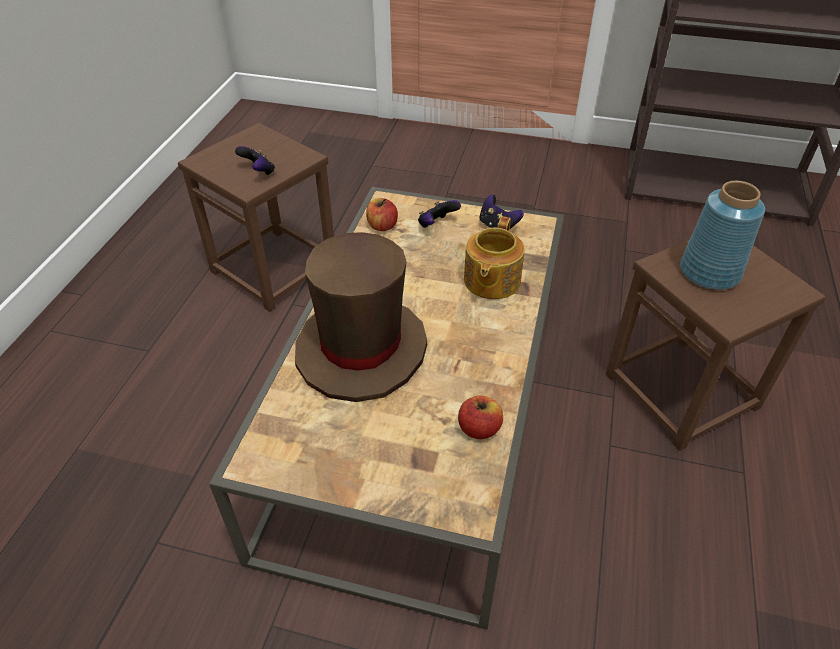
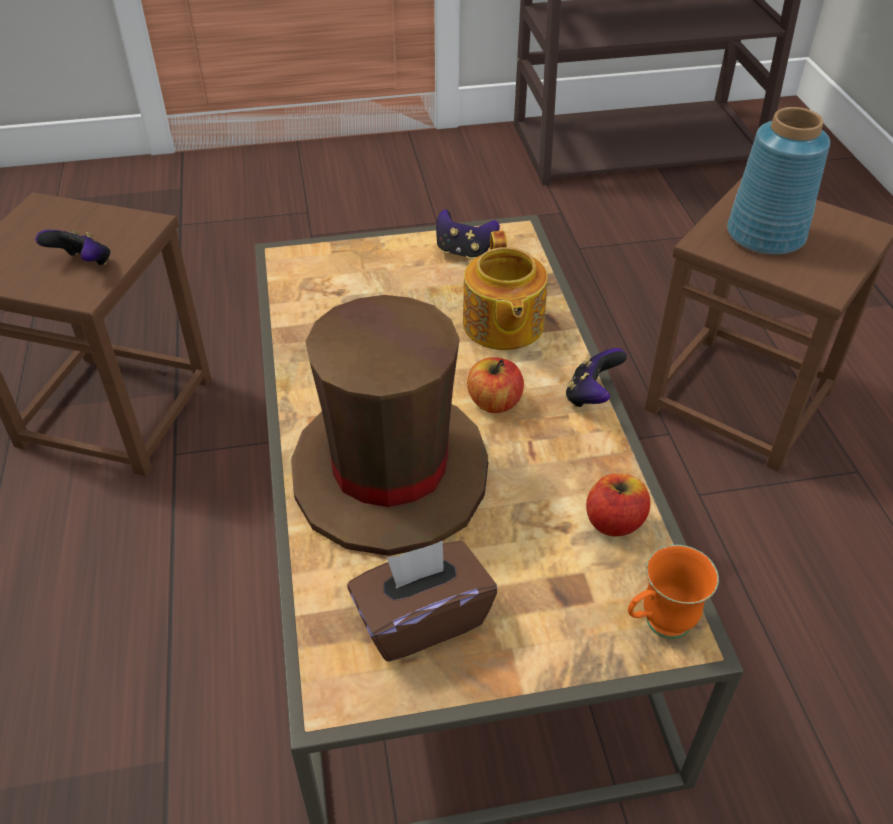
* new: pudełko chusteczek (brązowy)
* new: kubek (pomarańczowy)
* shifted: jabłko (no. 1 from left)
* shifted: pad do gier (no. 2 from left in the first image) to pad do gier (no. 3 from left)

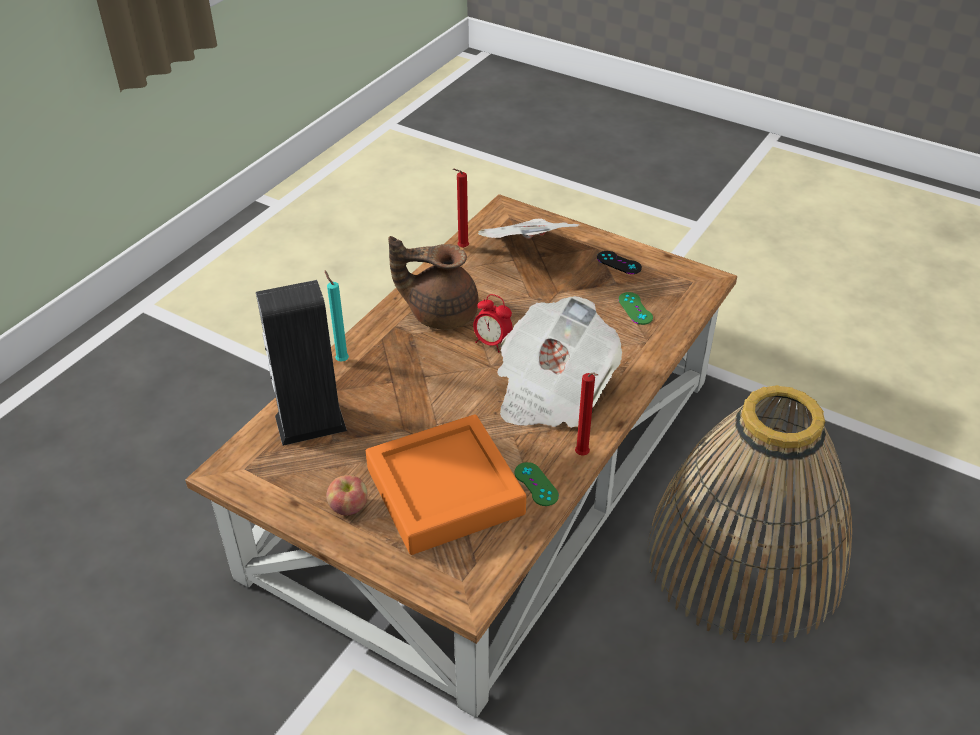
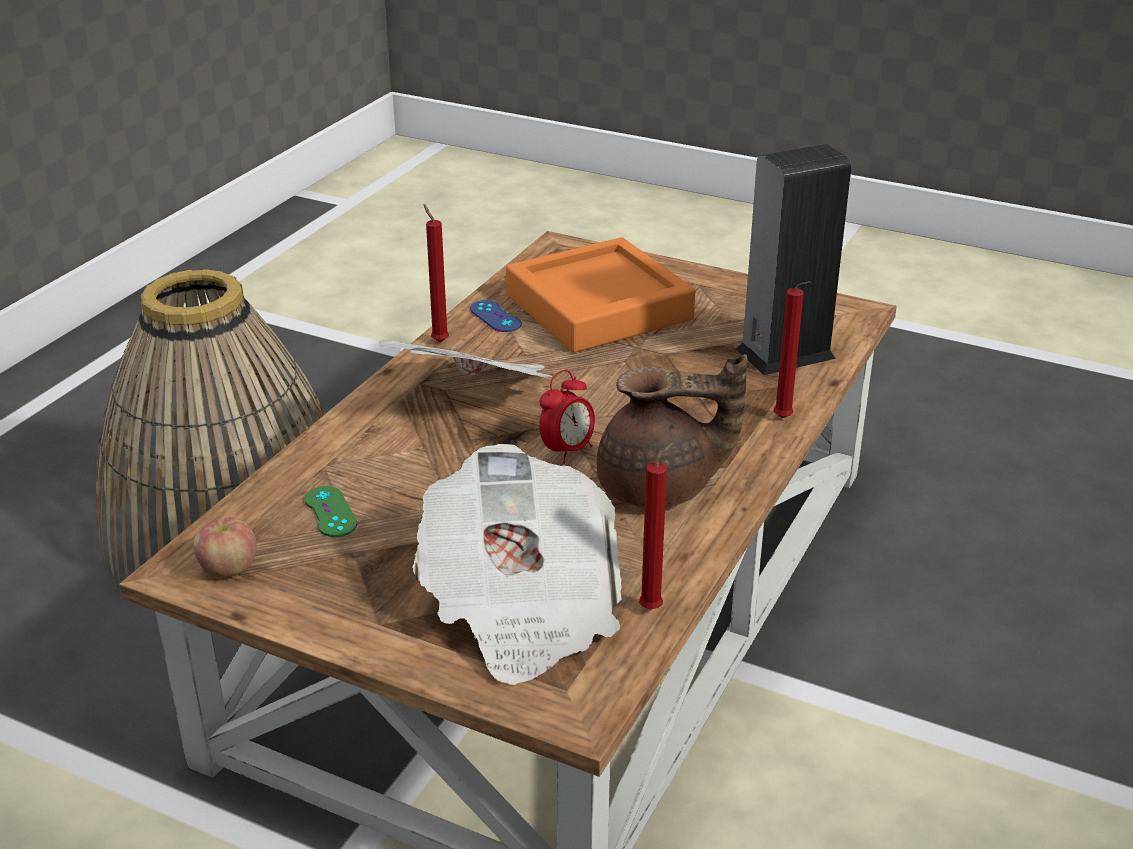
* gone: pad do gier (czarny)
* shifted: jabłko
* repainted: świeca (turkusowy) to świeca (czerwony) (no. 3 from left)
* repainted: pad do gier (zielony) (no. 1 from left) to pad do gier (niebieski)
* rotated: budzik 105 degrees clockwise

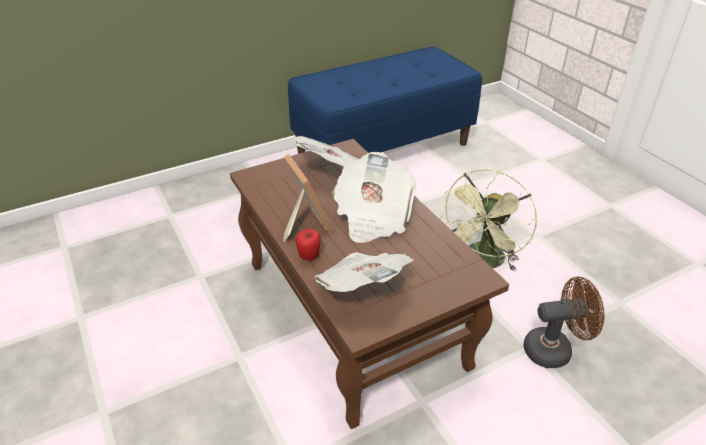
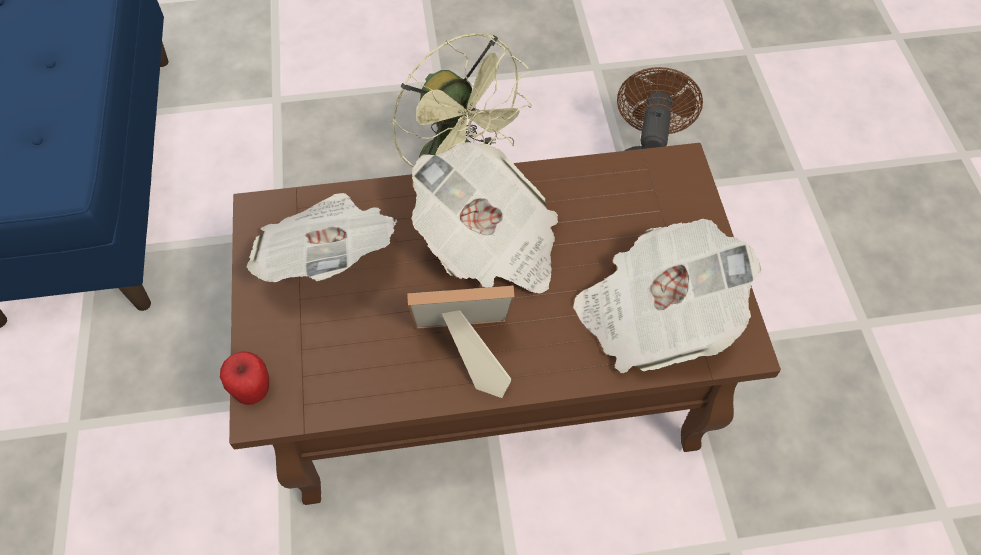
* shifted: jabłko

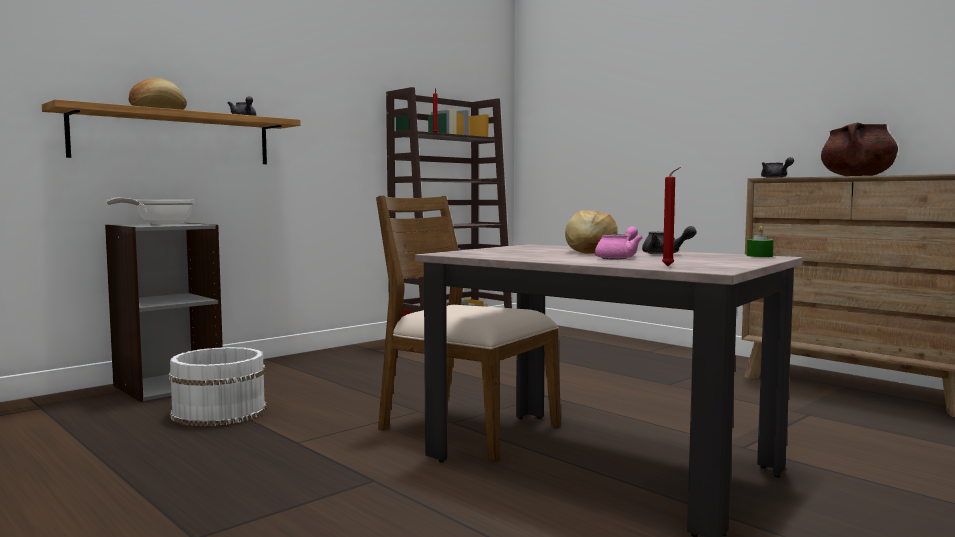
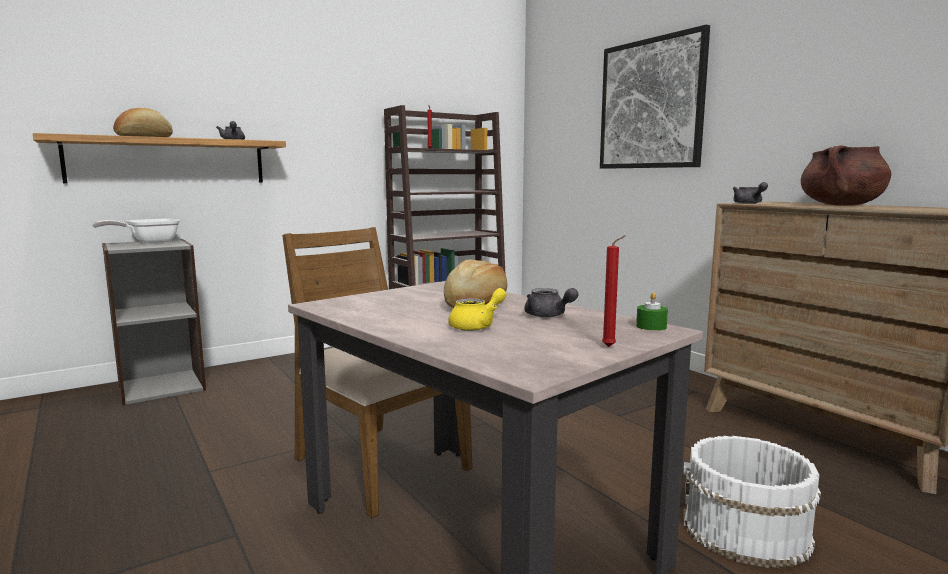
* new: obraz
* shifted: wiadro (biały)
* shifted: świeca (czerwony) (no. 2 from left)
* repainted: imbryk (różowy) to imbryk (żółty)

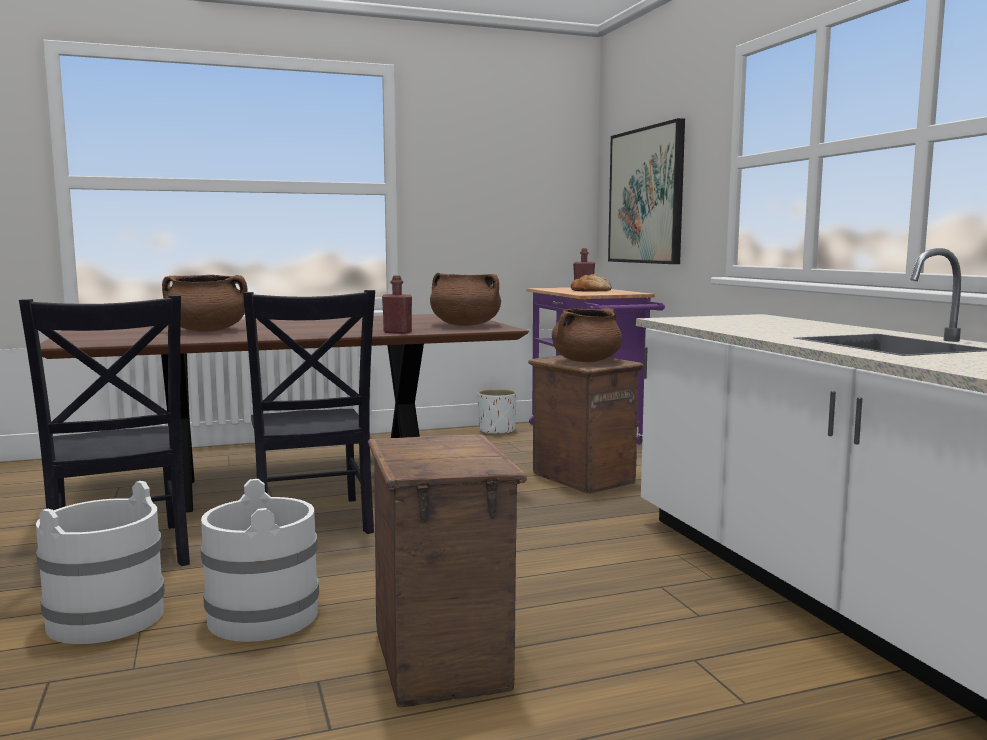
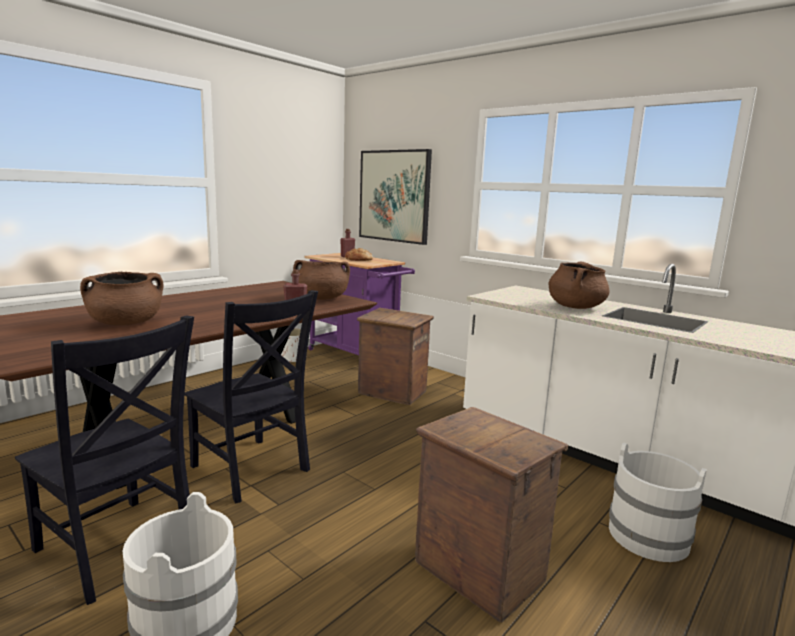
* shifted: wiadro (biały) (no. 2 from left)
* shifted: garnek (brązowy) (no. 3 from left)

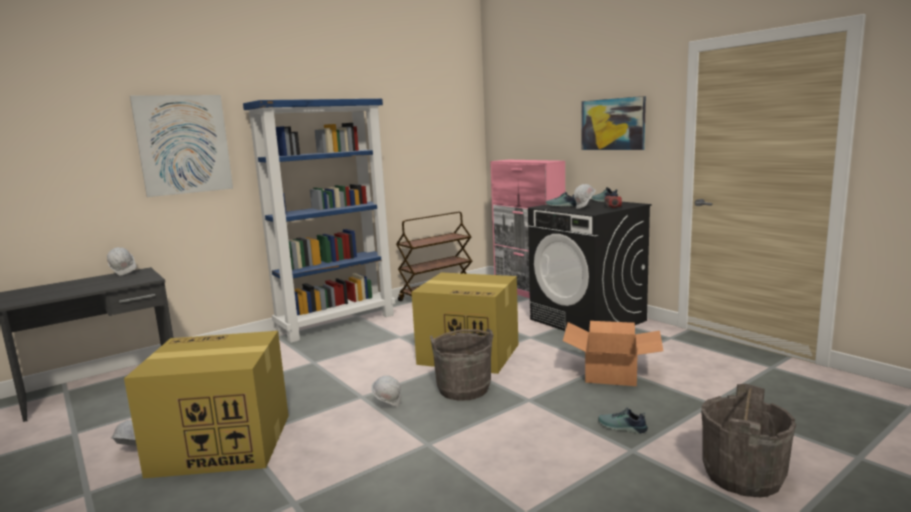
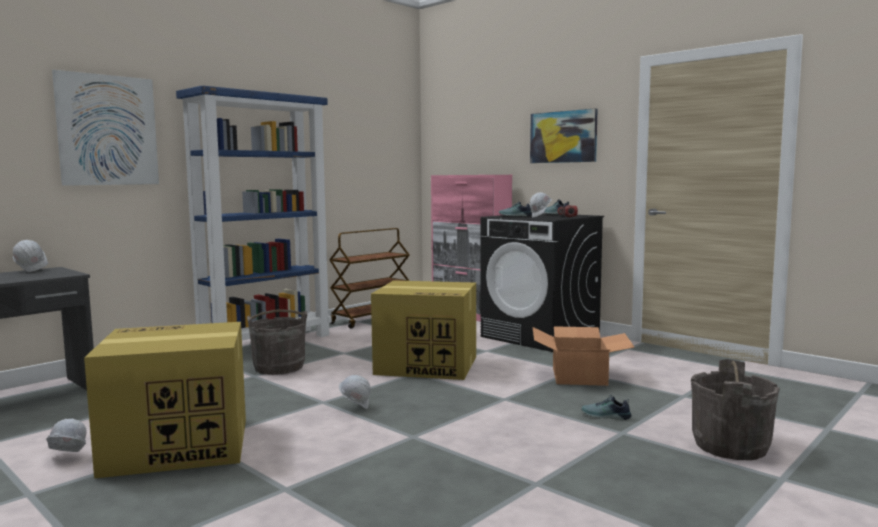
* shifted: wiadro (szary) (no. 1 from left)

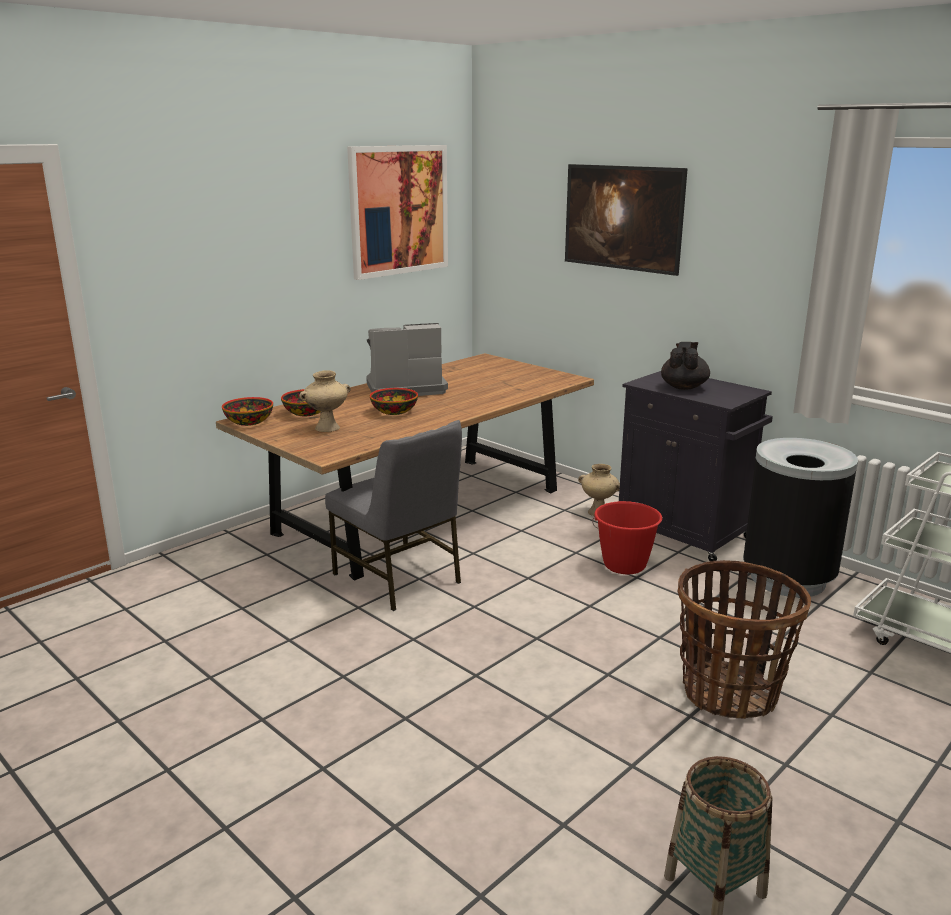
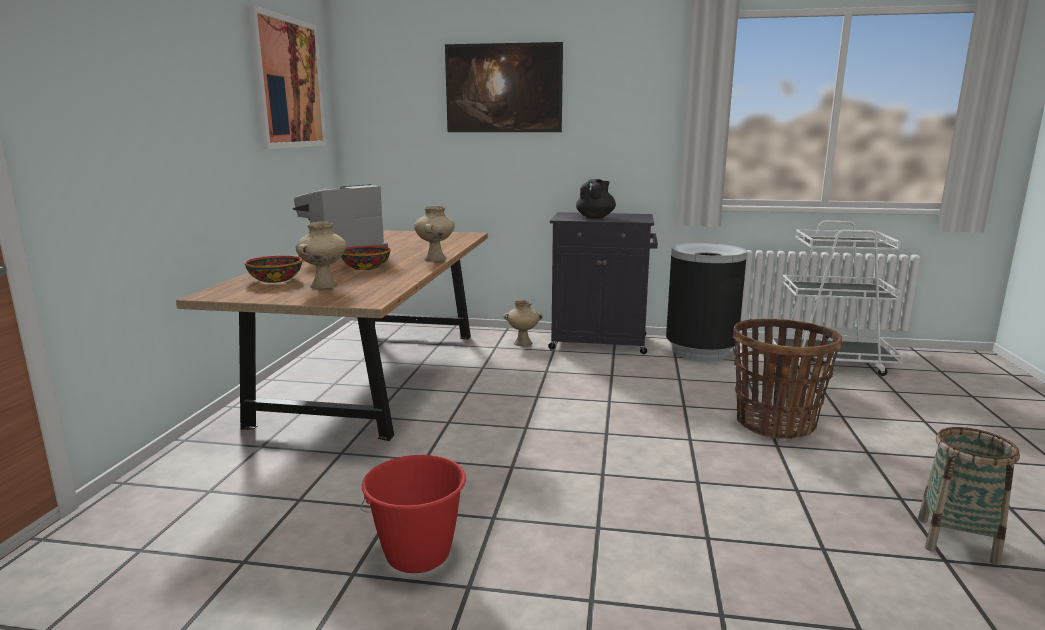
* gone: miska (no. 1 from left)
* gone: krzesło (szary)
* new: wazon (beżowy) (no. 2 from left)
* shifted: wiadro (czerwony)
* rotated: imbryk (czarny) 45 degrees clockwise

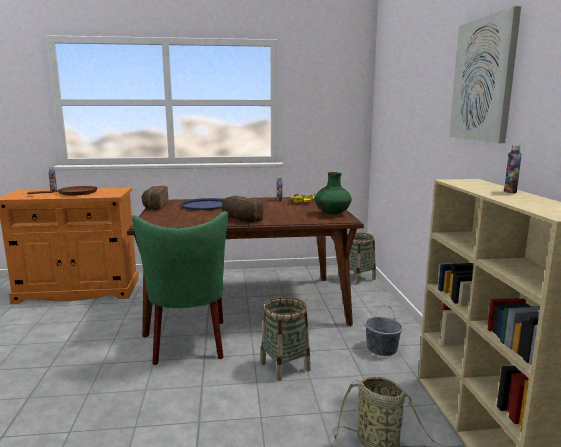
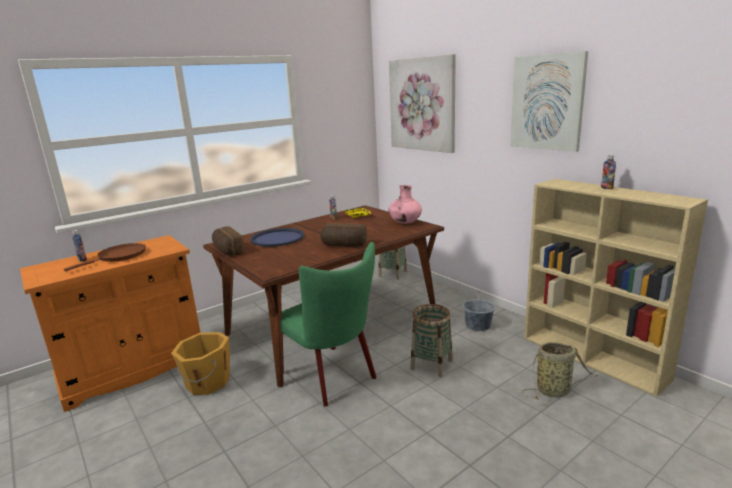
* new: wiadro (pomarańczowy)
* new: obraz (no. 1 from left)
* repainted: wazon (zielony) to wazon (różowy)

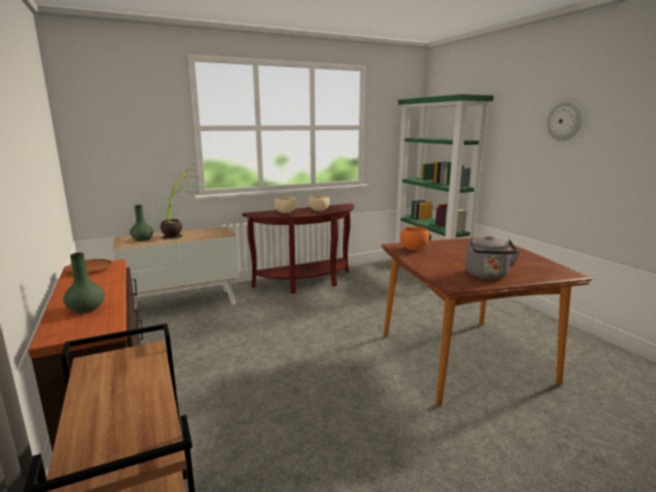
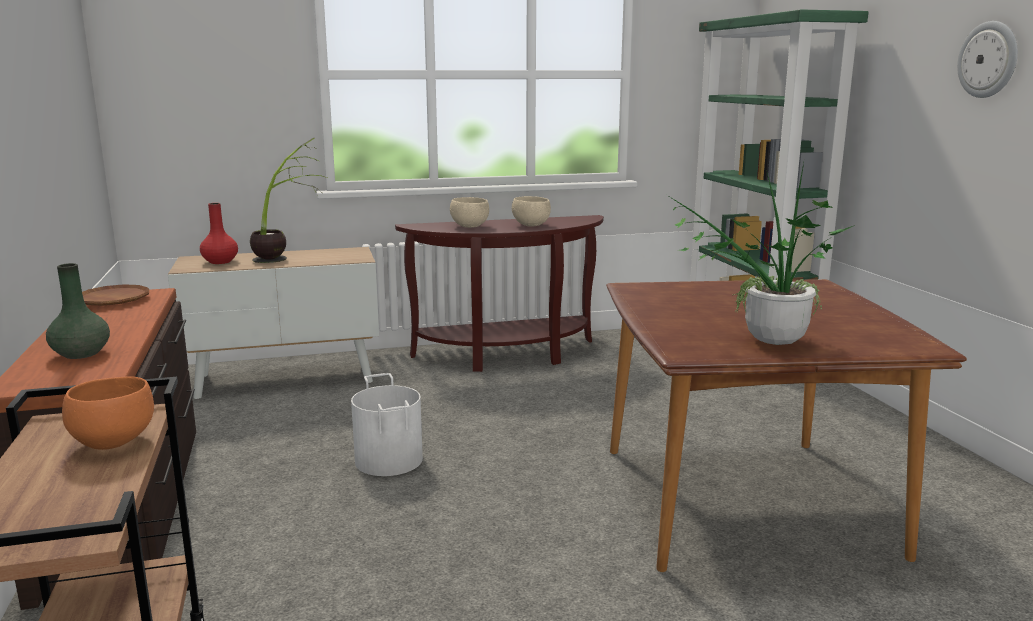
* new: wiadro (biały)
* shifted: miska (pomarańczowy)
* swapped: czajnik (szary) to roślina doniczkowa (no. 2 from left)
* repainted: wazon (zielony) (no. 2 from left) to wazon (czerwony)

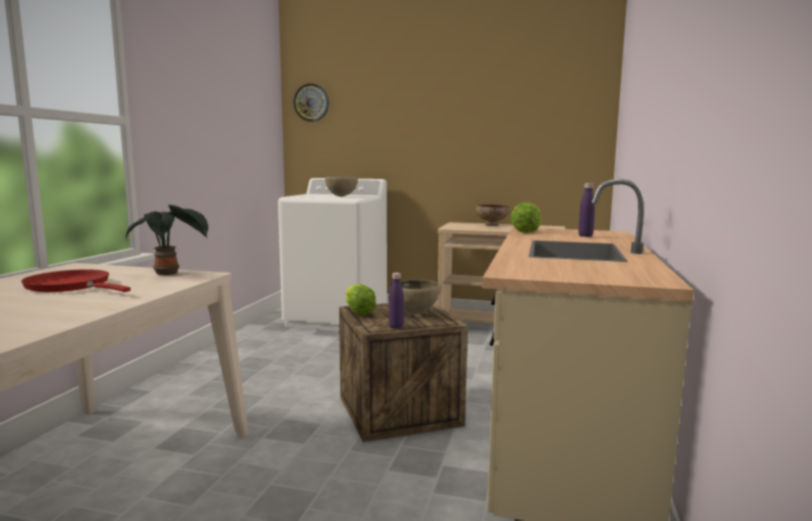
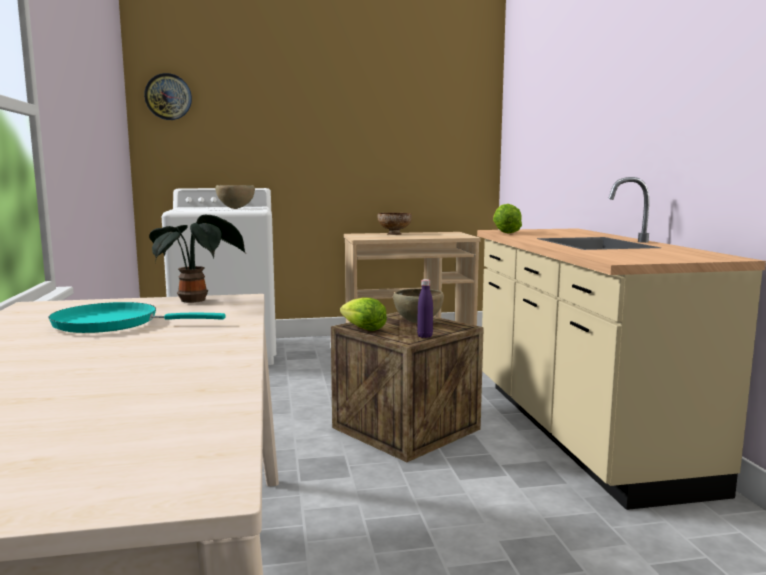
* gone: butelka (fioletowy) (no. 2 from left)
* repainted: patelnia (czerwony) to patelnia (turkusowy)

